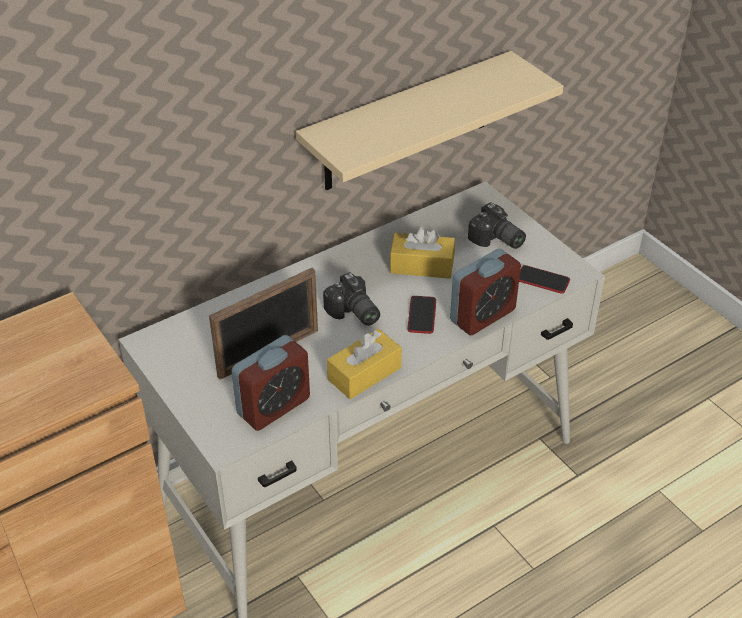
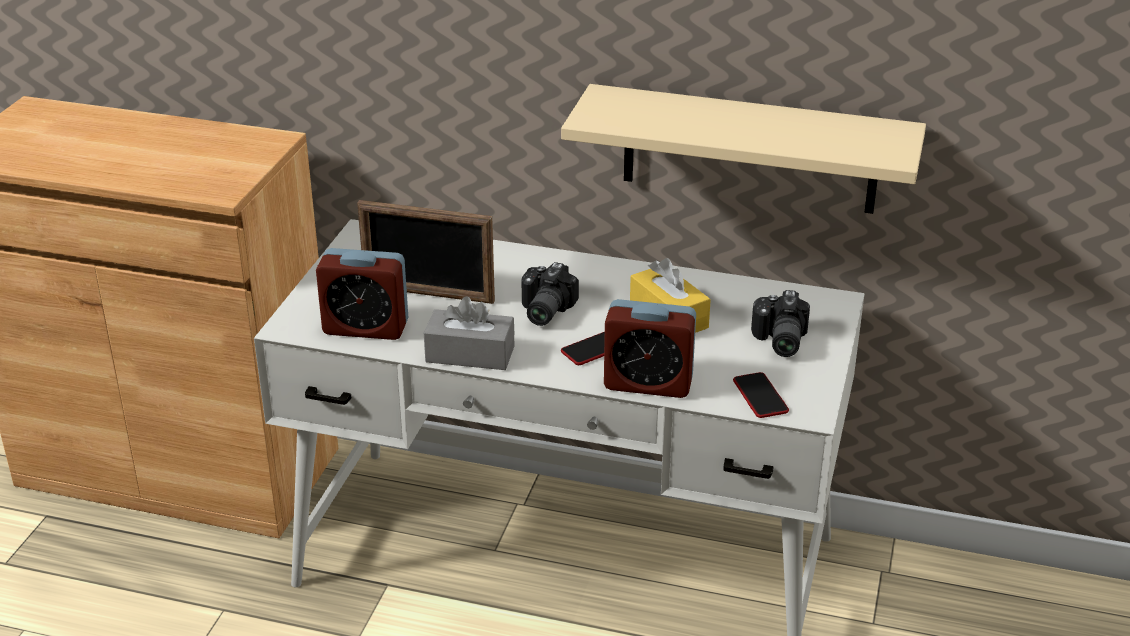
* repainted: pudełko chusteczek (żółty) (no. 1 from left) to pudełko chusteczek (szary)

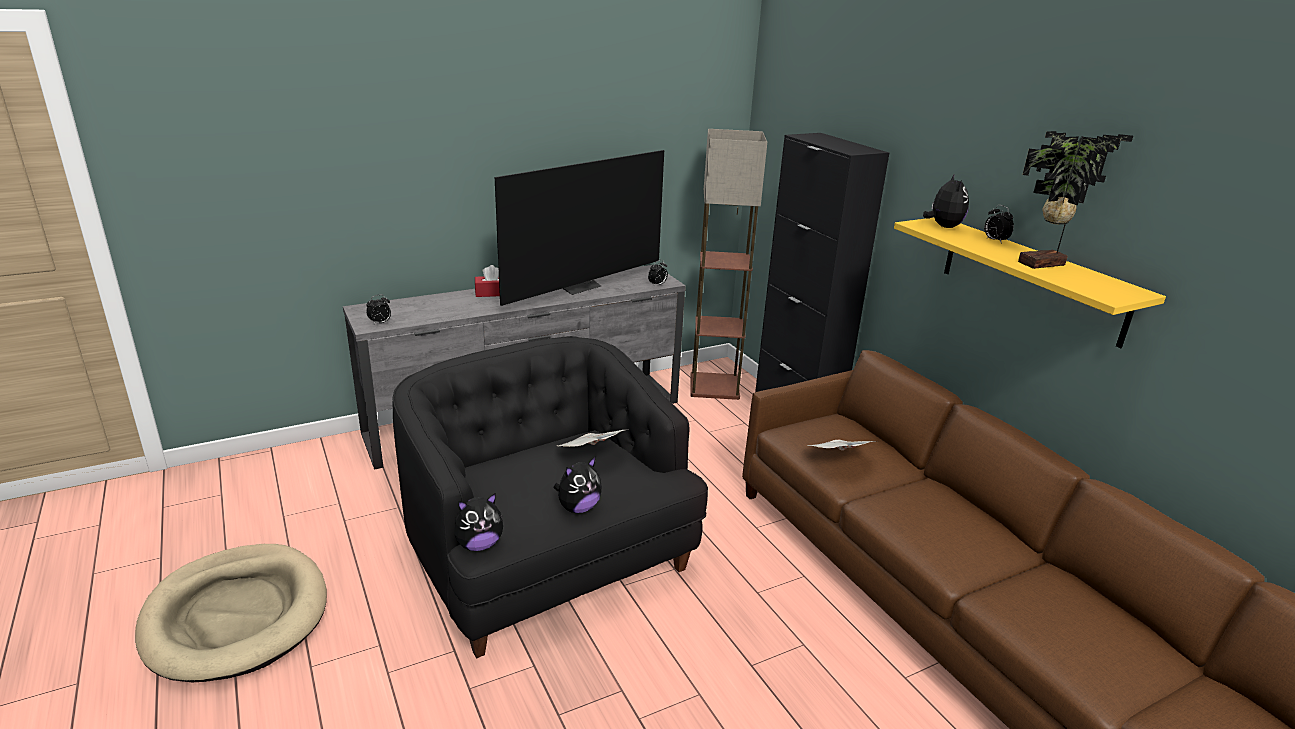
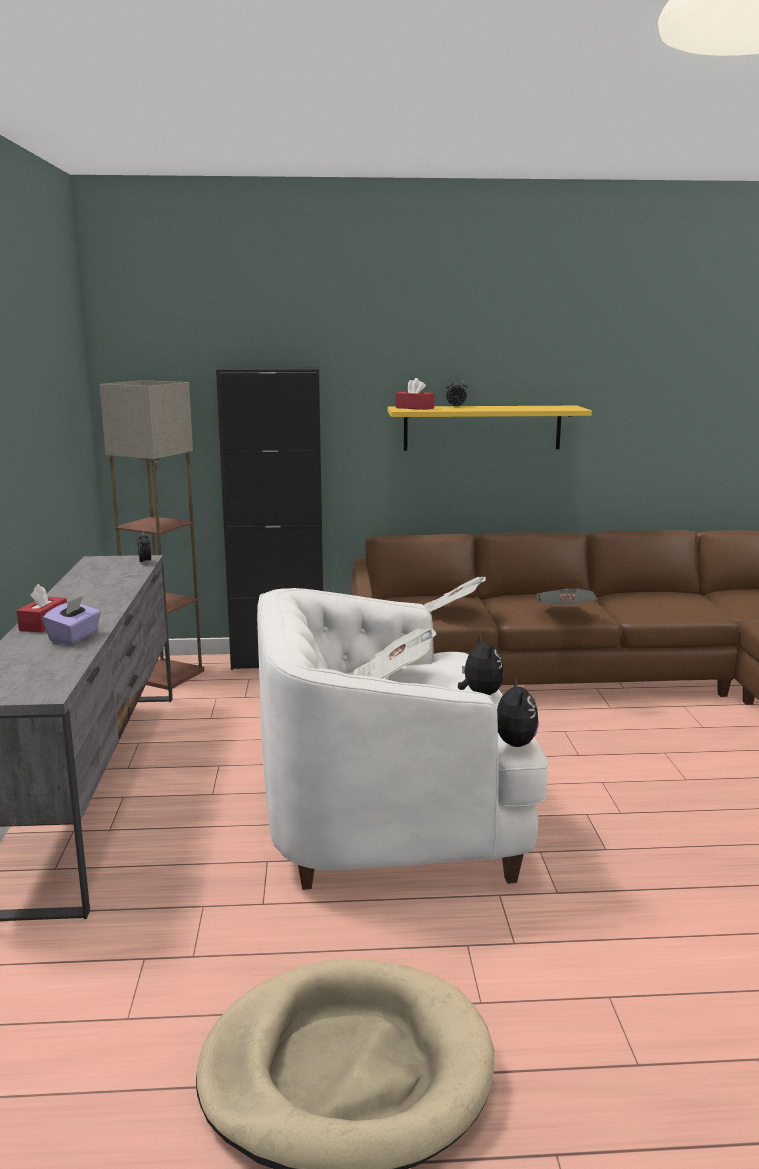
* gone: budzik (no. 1 from left)
* gone: telewizor
* gone: roślina doniczkowa
* new: pudełko chusteczek (fioletowy)
* new: gazeta (no. 3 from left)
* swapped: pluszak (no. 3 from left) to pudełko chusteczek (czerwony) (no. 2 from left)
* repainted: fotel (czarny) to fotel (biały)

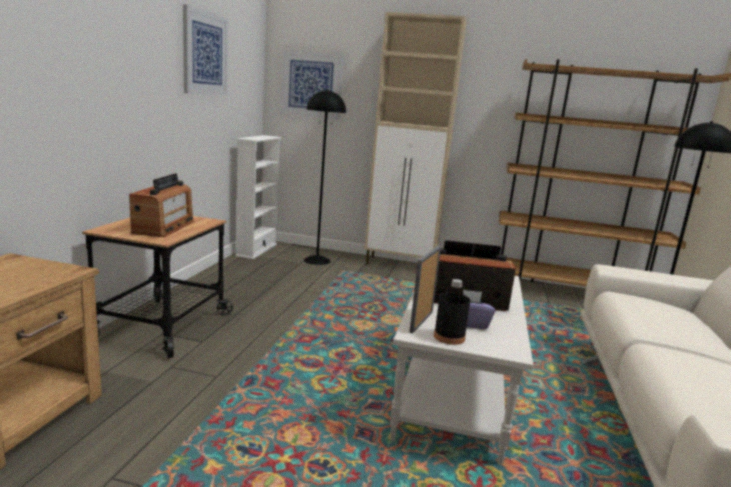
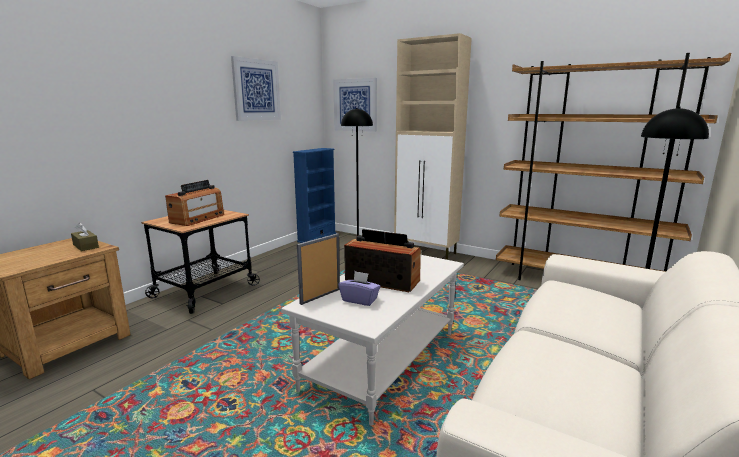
* gone: butelka (czarny)
* new: pudełko chusteczek (brązowy)
* repainted: regał (biały) to regał (niebieski)

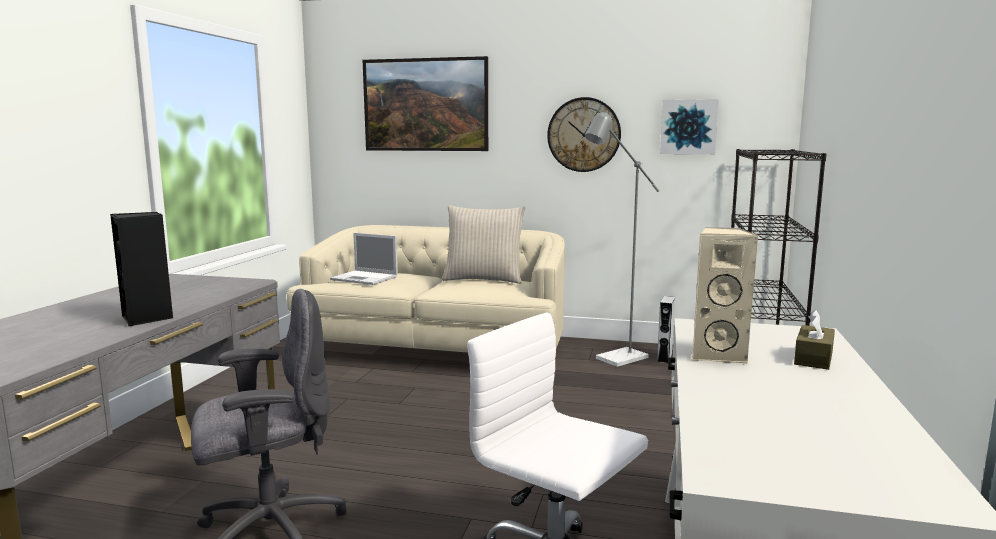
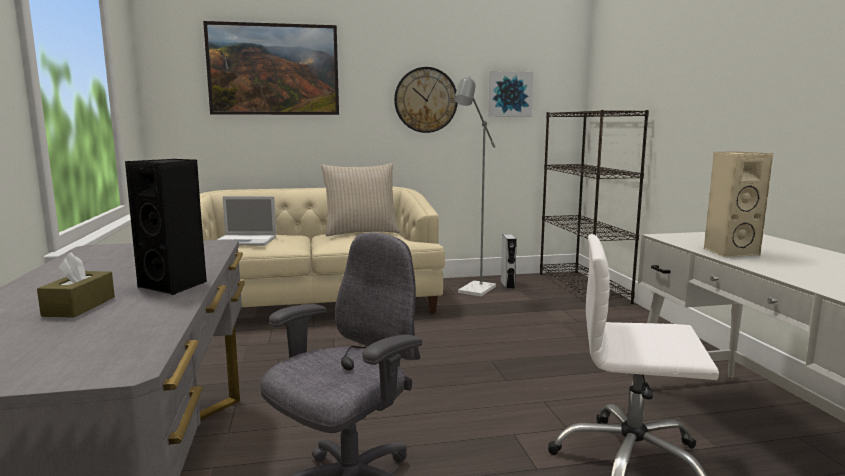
* shifted: pudełko chusteczek (brązowy)

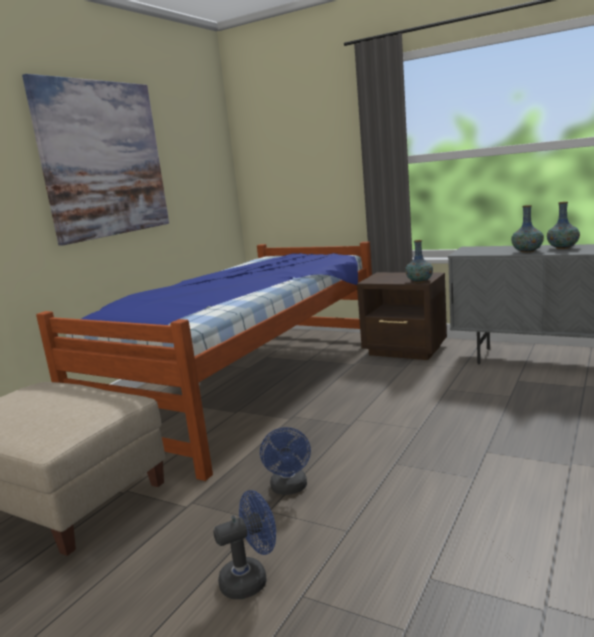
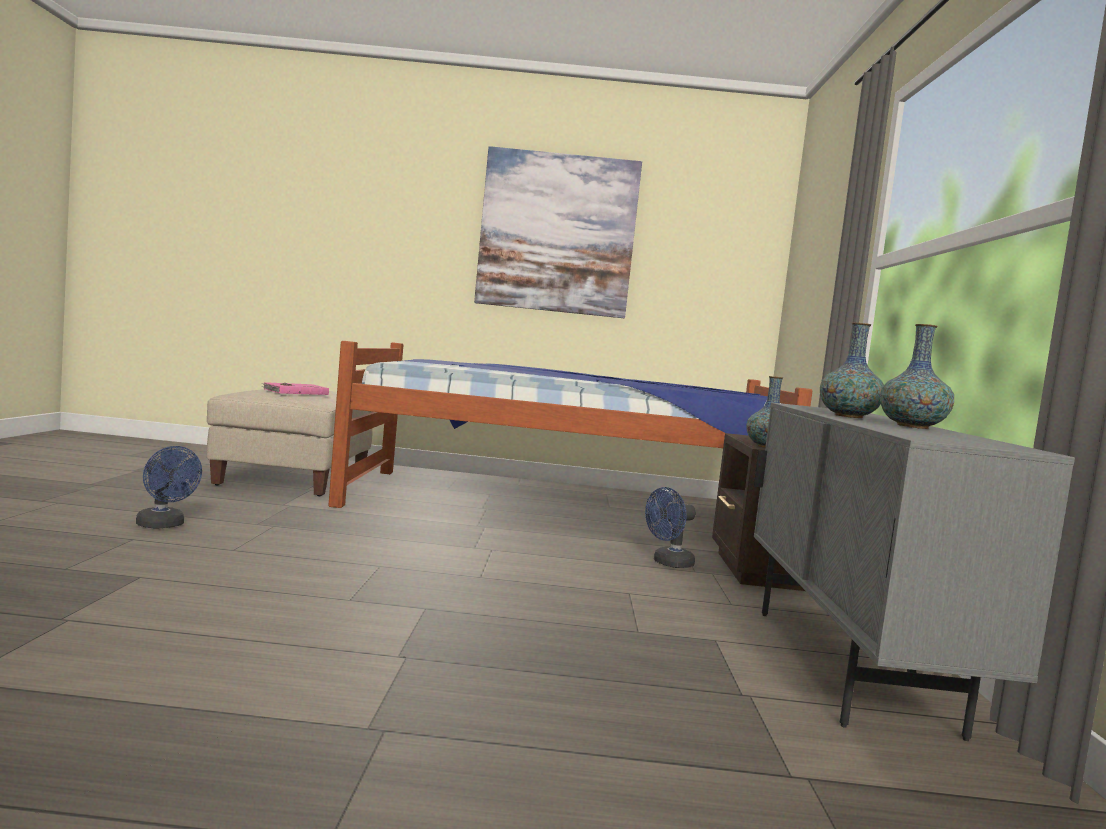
* new: książka (różowy)
* shifted: wentylator (niebieski) (no. 2 from left)

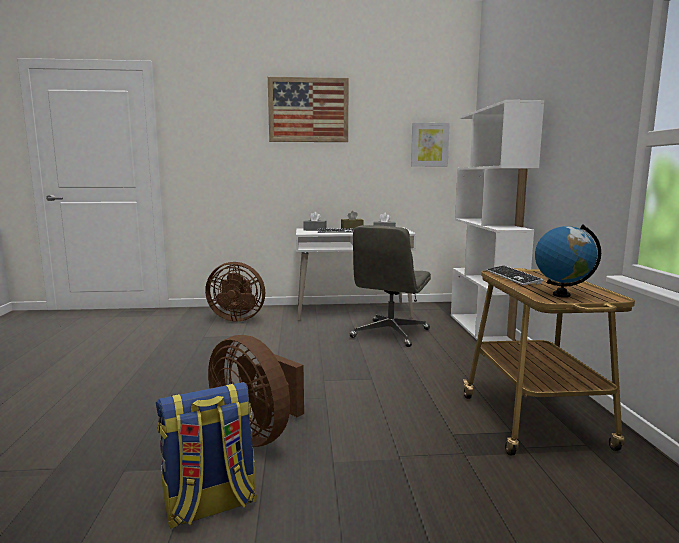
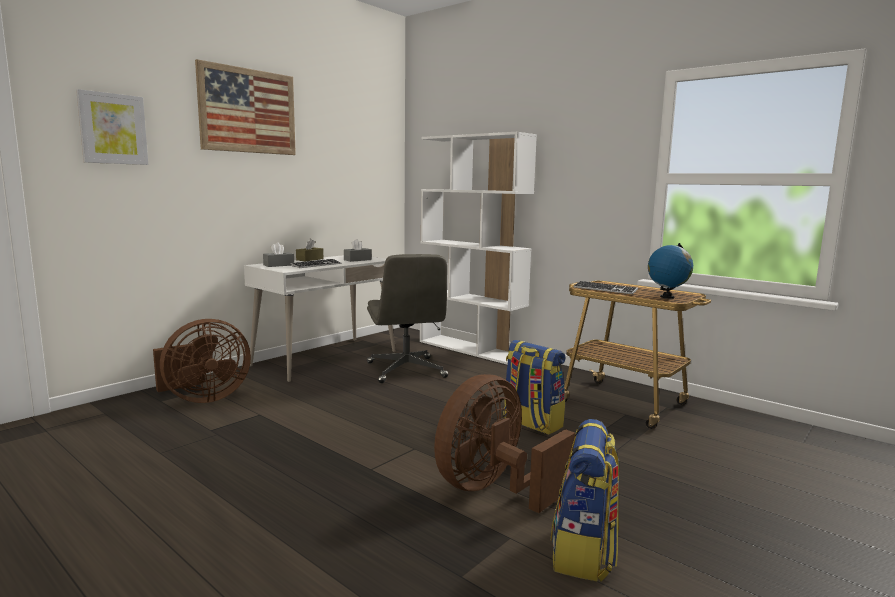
* new: plecak (no. 1 from left)
* shifted: obraz (no. 2 from left in the first image) to obraz (no. 1 from left)
* rotated: wentylator (brązowy) (no. 2 from left) 135 degrees clockwise

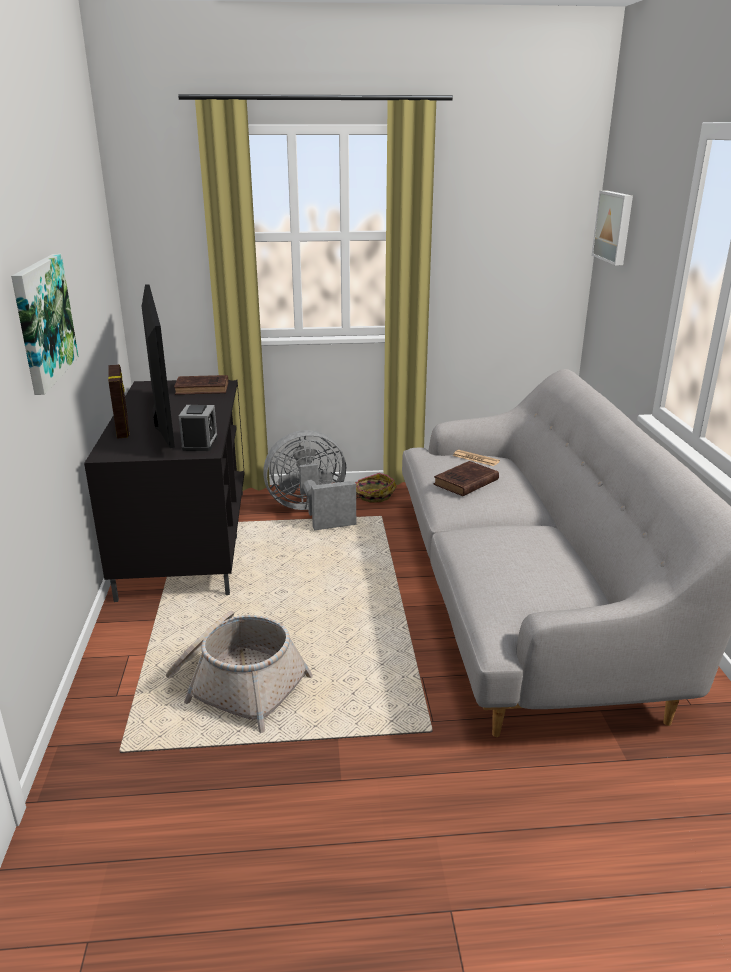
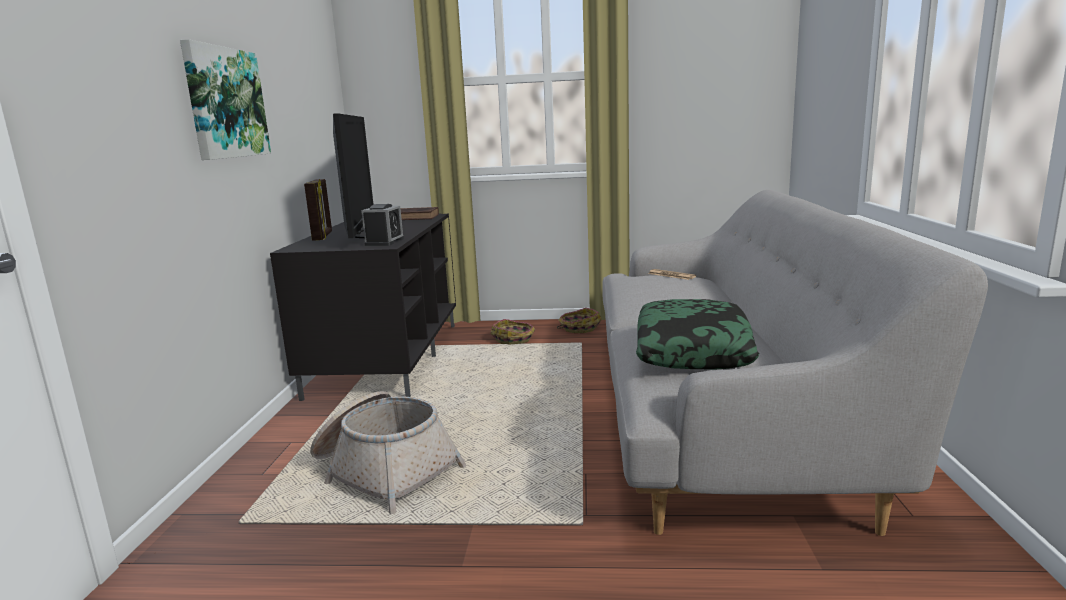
* gone: książka (brązowy) (no. 2 from left)
* gone: obraz (no. 2 from left)
* new: poduszka
* swapped: wentylator (szary) to koszyk (no. 2 from left)

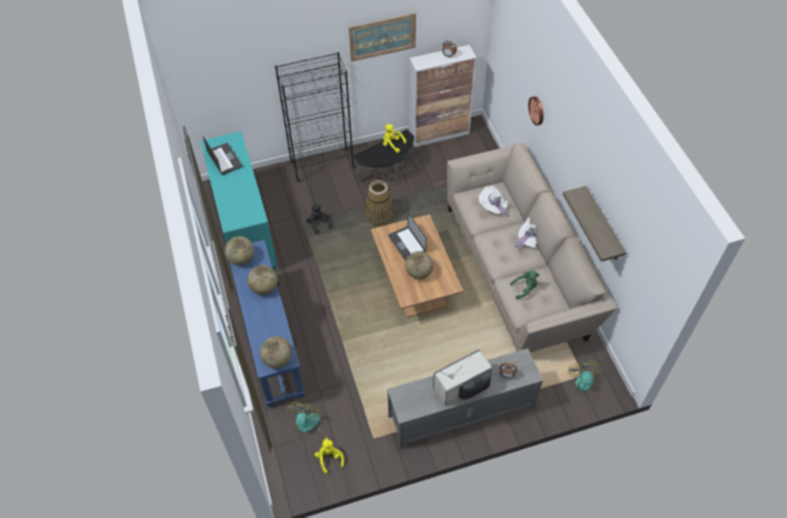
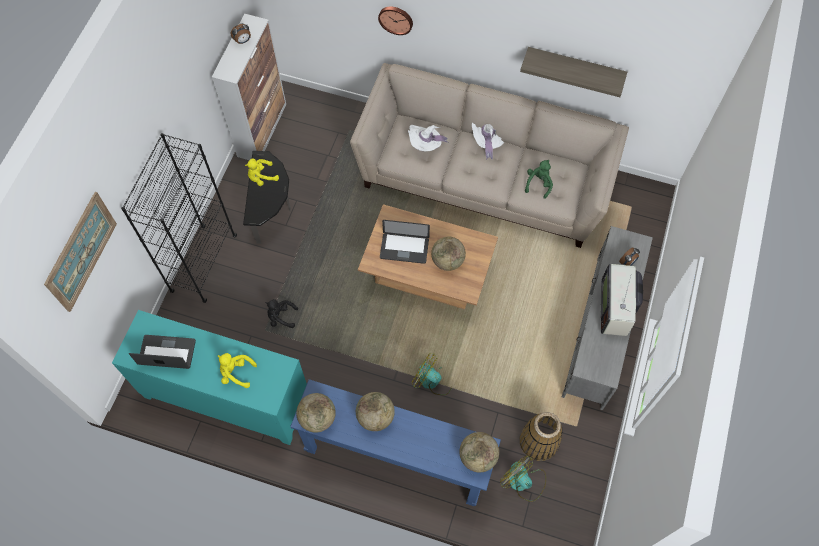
* shifted: pluszak (żółty) (no. 1 from left)
* shifted: obraz
* shifted: koszyk
* shifted: wentylator (no. 2 from left in the first image) to wentylator (no. 1 from left)

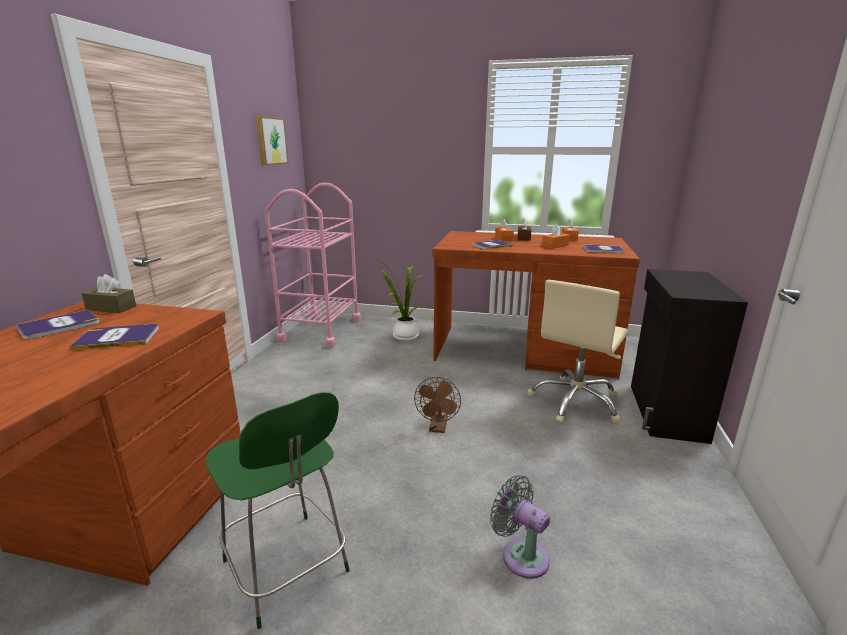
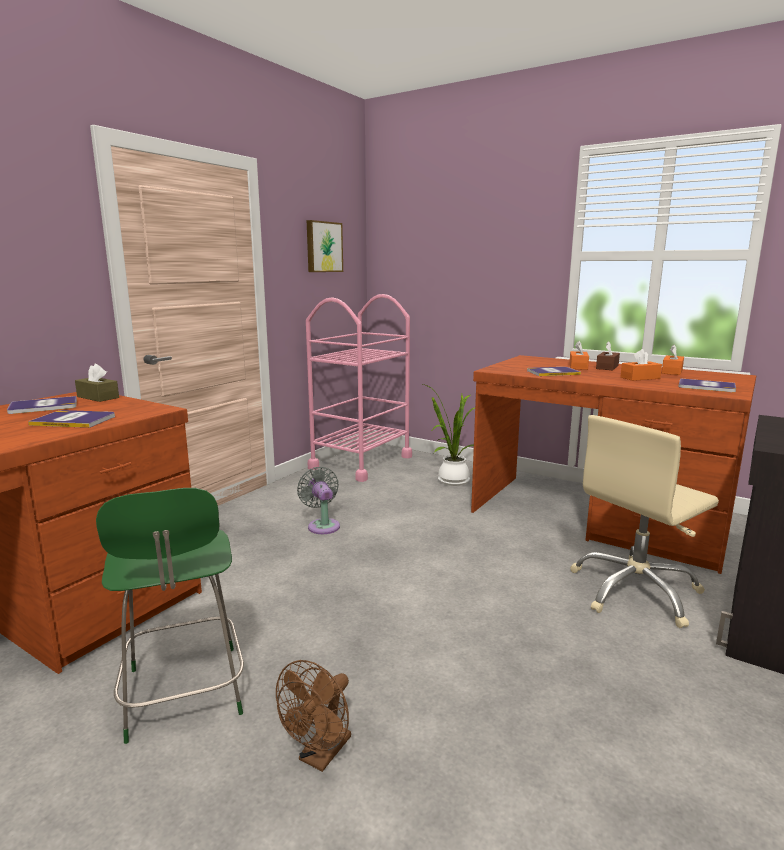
* shifted: wentylator (brązowy)
* shifted: wentylator (szary)

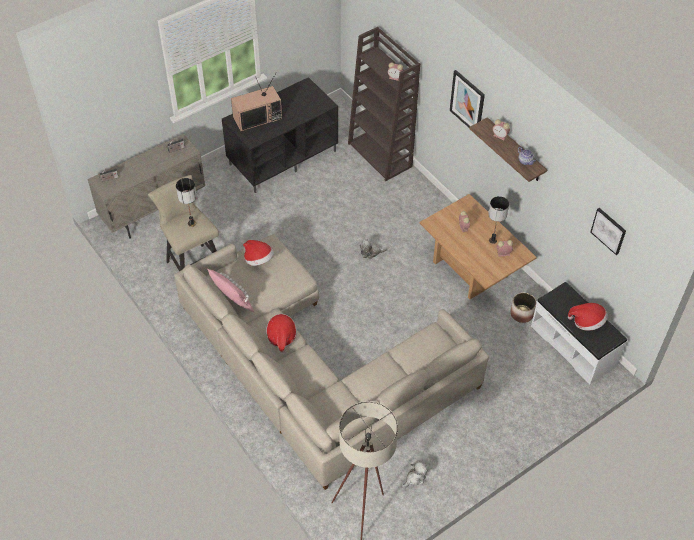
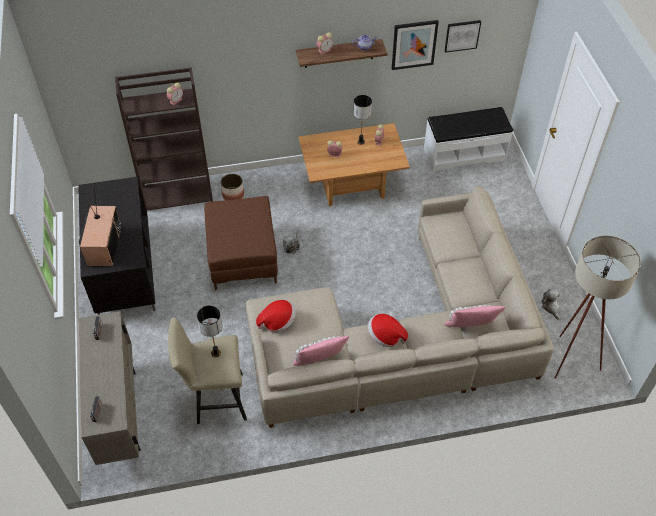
* gone: kapelusz (no. 3 from left)
* new: pufa (brązowy)
* new: poduszka (różowy) (no. 2 from left)
* shifted: obraz (no. 1 from left)
* shifted: donica

